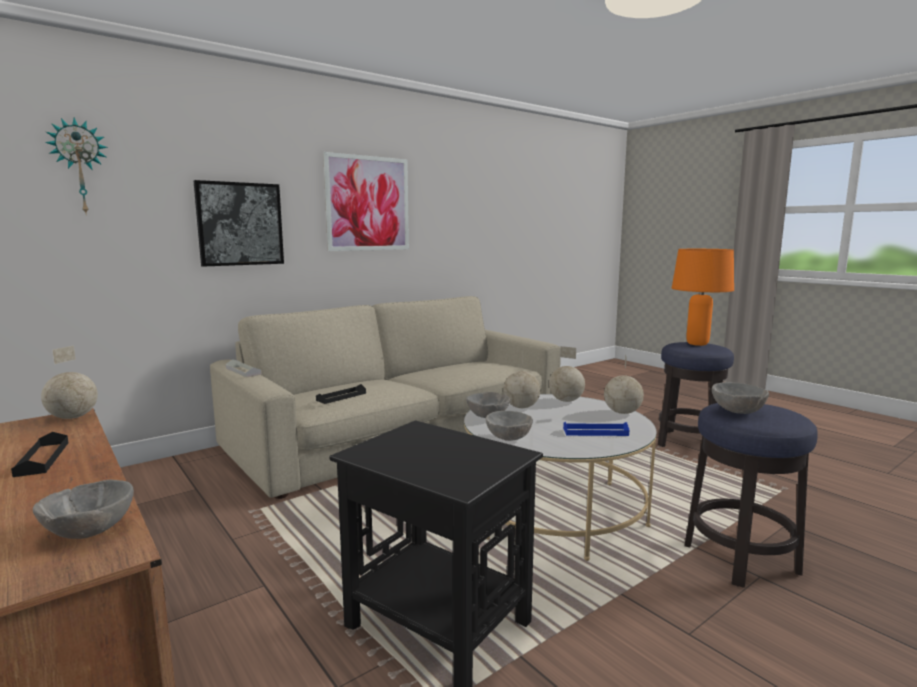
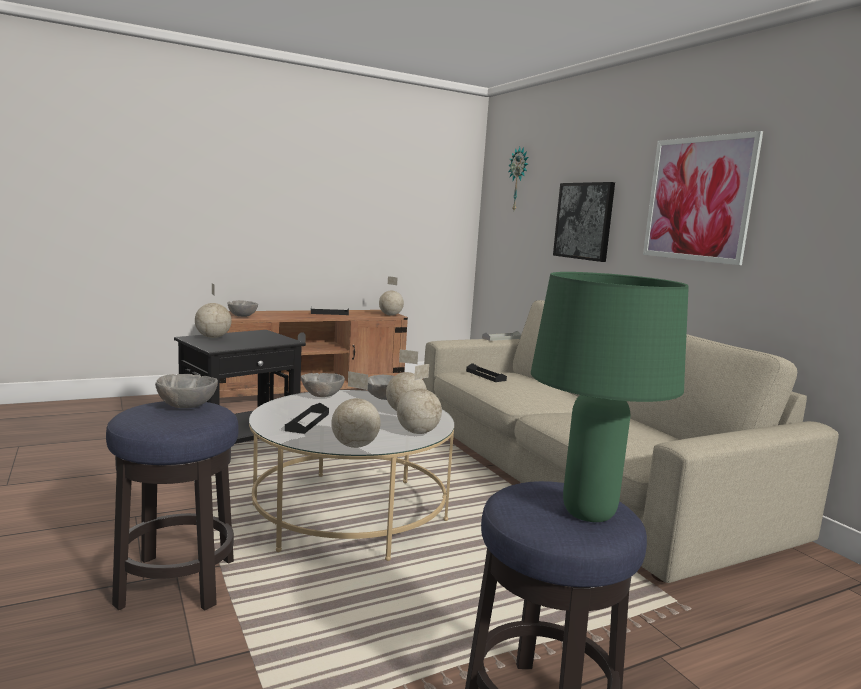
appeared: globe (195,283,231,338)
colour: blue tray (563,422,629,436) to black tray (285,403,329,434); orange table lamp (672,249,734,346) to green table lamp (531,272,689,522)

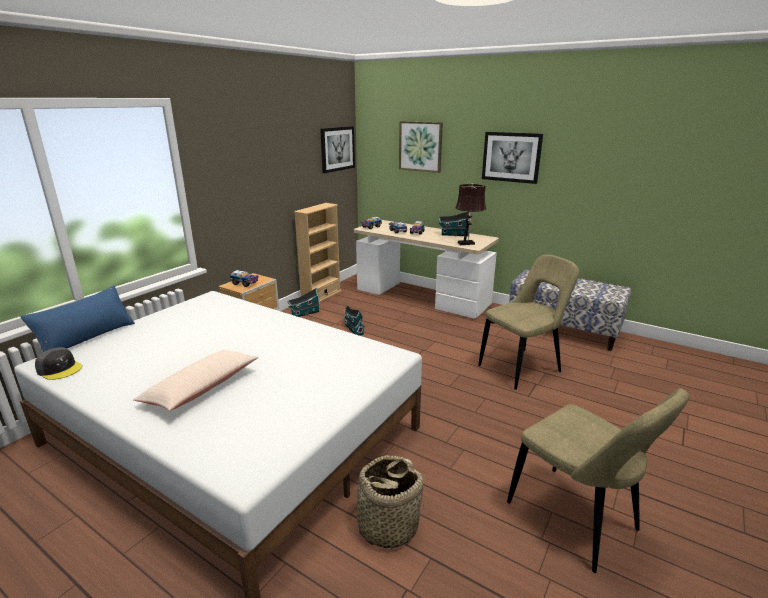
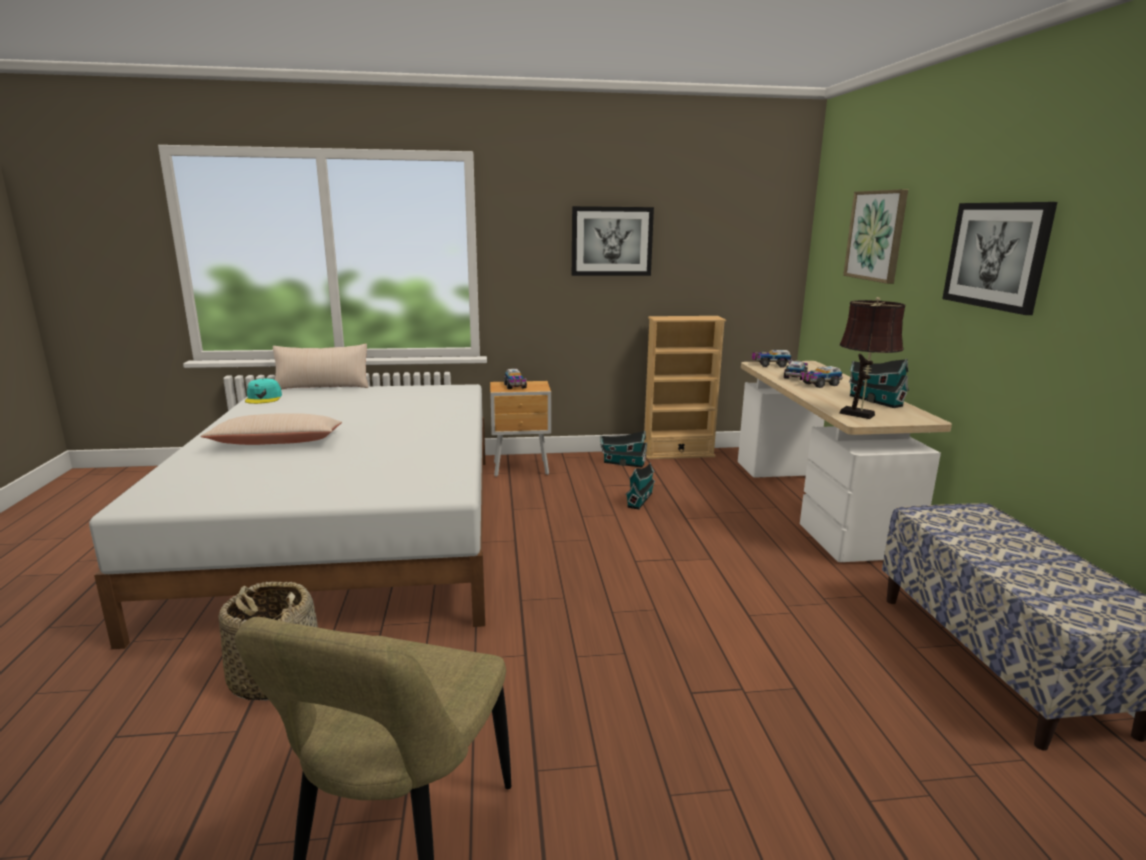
missing: beige chair (478,255,579,390)
relocated: picture (320,126,355,173) to (572,206,654,276)
colour: blue pillow (20,285,135,352) to beige pillow (273,344,369,390); grey cap (35,347,82,380) to turquoise cap (245,379,282,404)

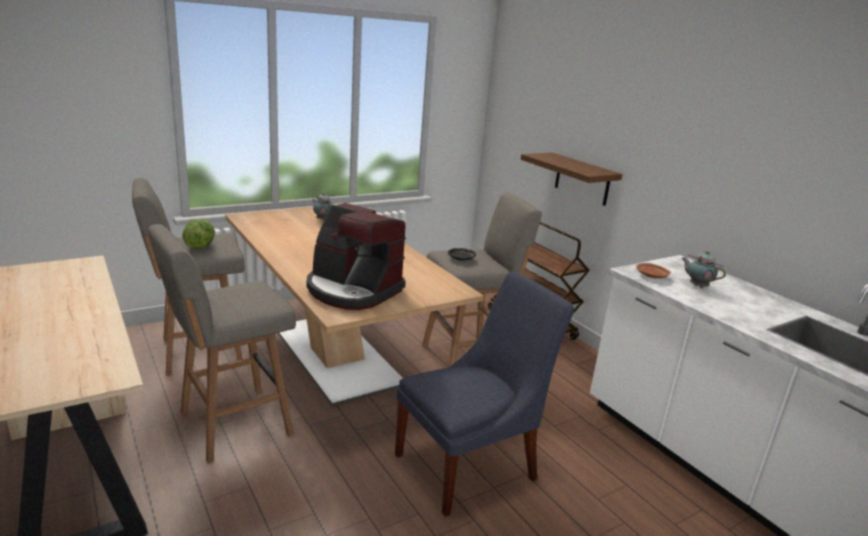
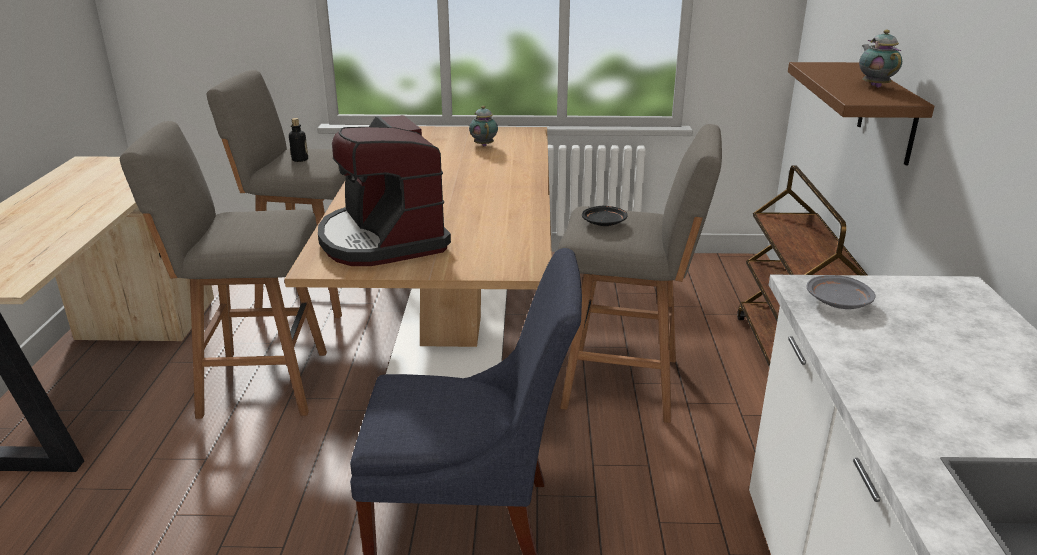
relocated: teapot (682,251,726,288) to (859,30,902,88)
exchanged: lettuce (182,219,215,249) to bottle (289,118,308,162)
colour: brown plate (636,263,671,278) to grey plate (807,275,875,309)

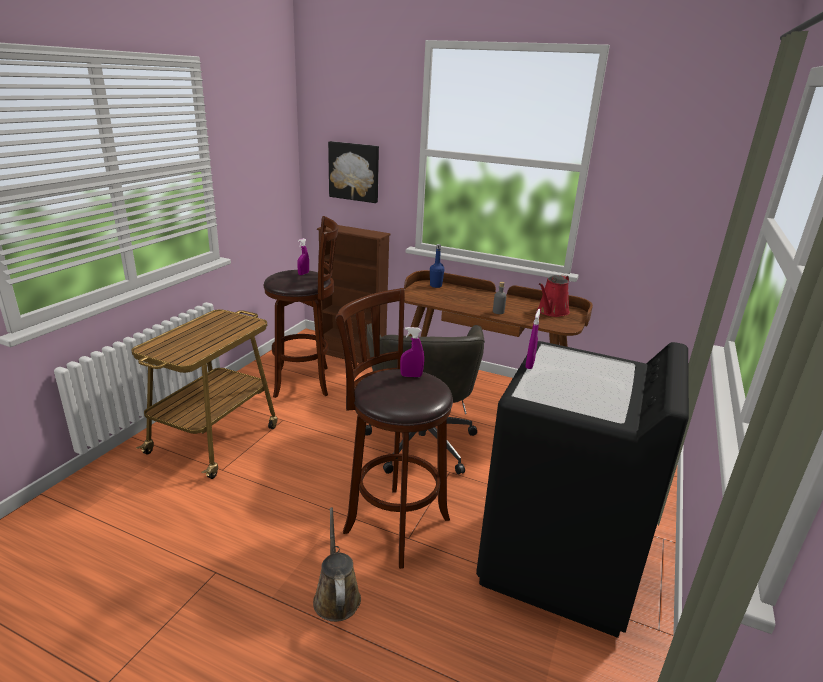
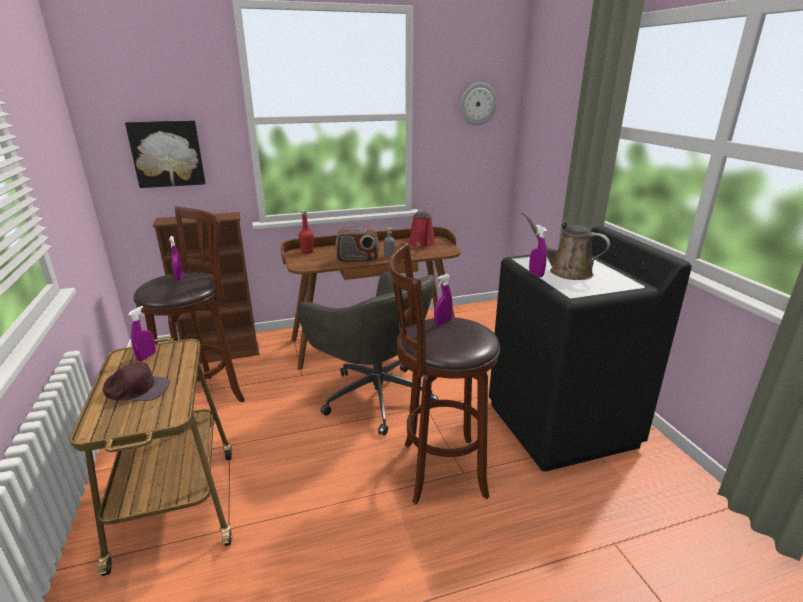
appeared: brown cap (103,362,170,401); purple spray bottle (128,306,156,361); radio (335,225,380,263); wall clock (460,82,497,125)
relocated: brown watering can (313,507,361,622) to (521,212,610,280)
colour: blue bottle (430,244,444,288) to red bottle (298,210,314,254)

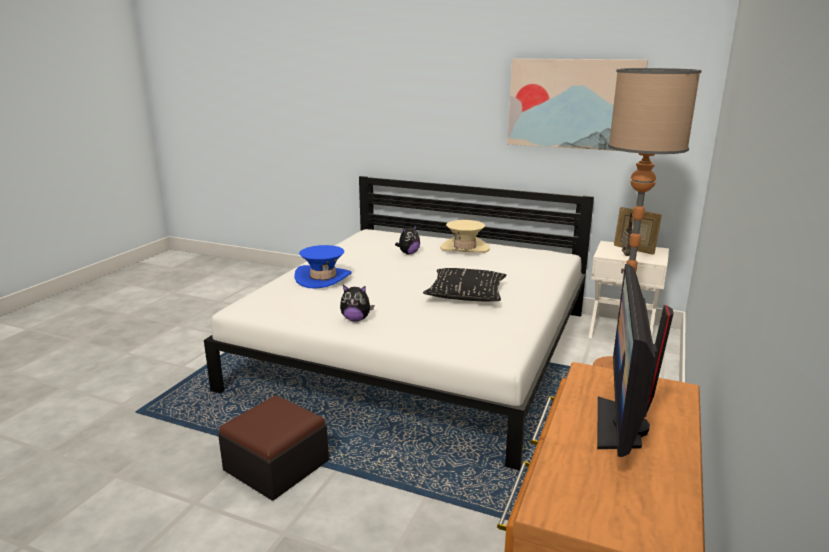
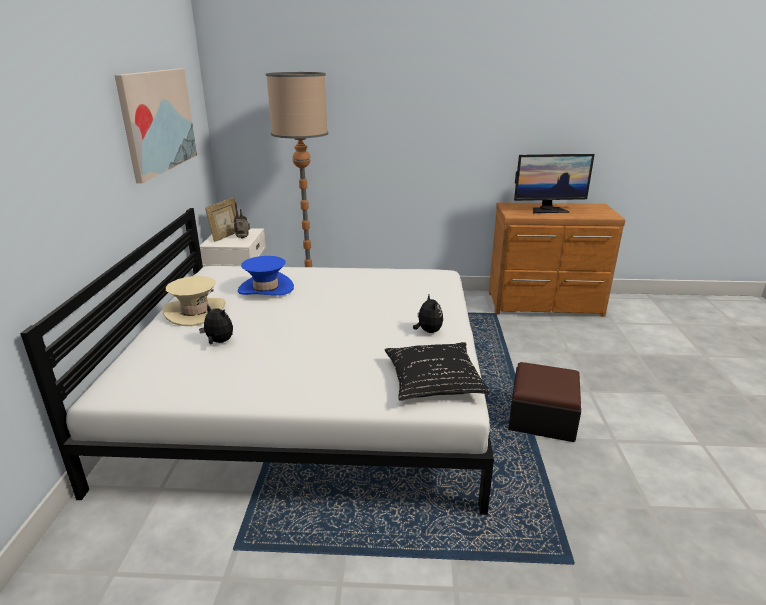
relocated: blue hat (294,245,351,288) to (238,256,294,295); black pillow (423,268,506,302) to (385,342,491,401)

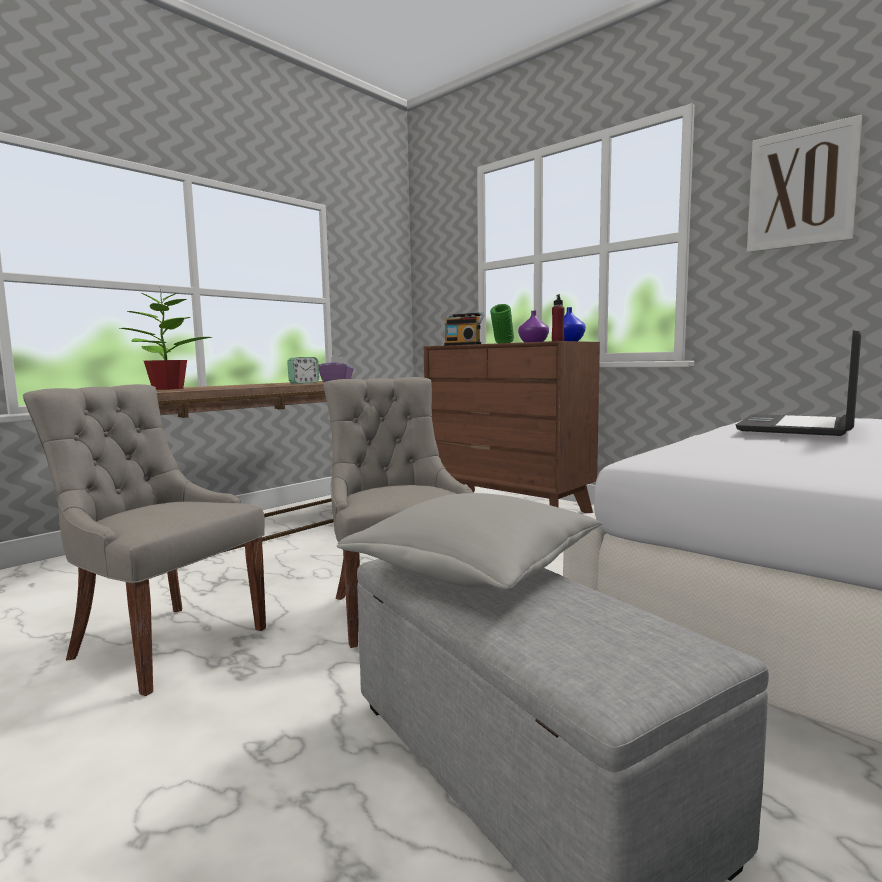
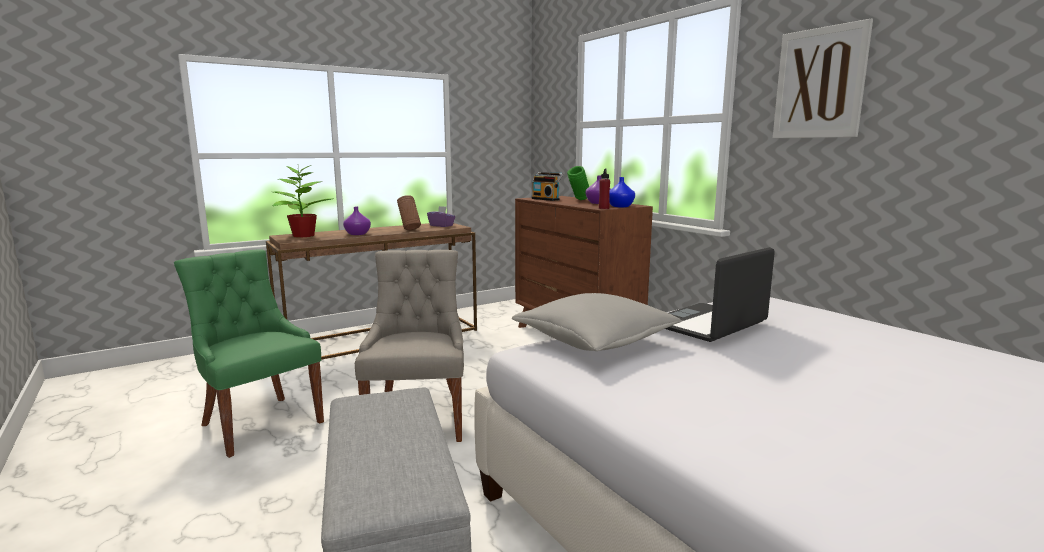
appeared: purple vase (343,206,371,235)
relocated: grey pillow (337,493,603,589) to (512,293,682,351)
exchanged: alarm clock (287,357,319,384) to brown vase (397,195,421,230)
colour: grey chair (23,384,266,696) to green chair (174,250,324,458)

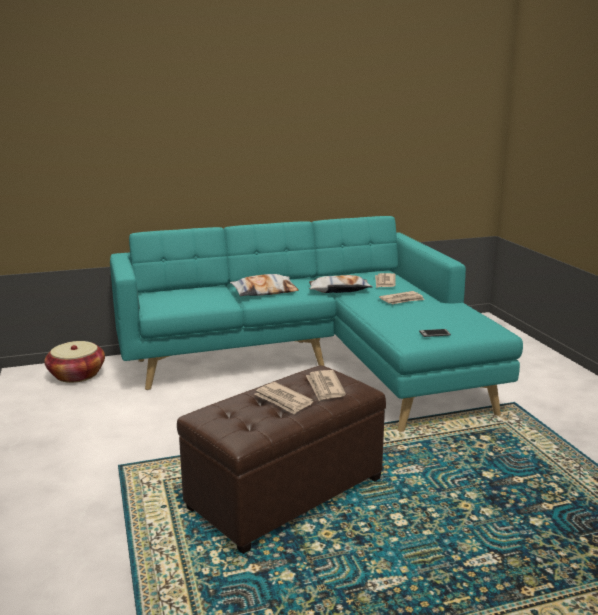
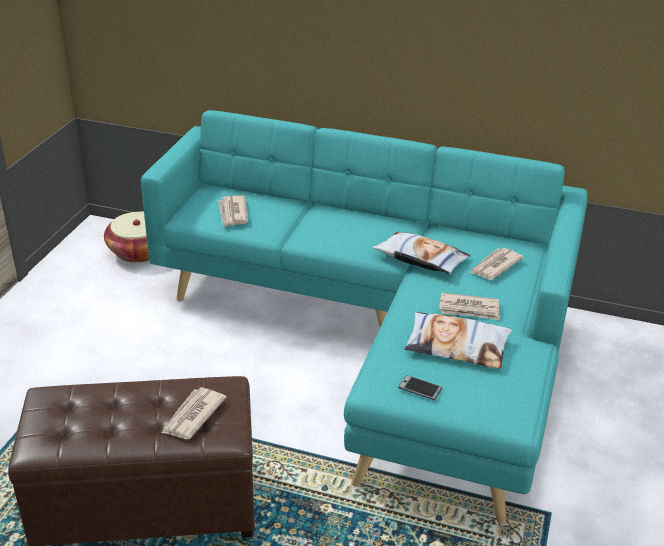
relocated: pillow (230,274,299,296) to (405,312,512,368); newspaper (254,382,314,415) to (218,195,248,228)

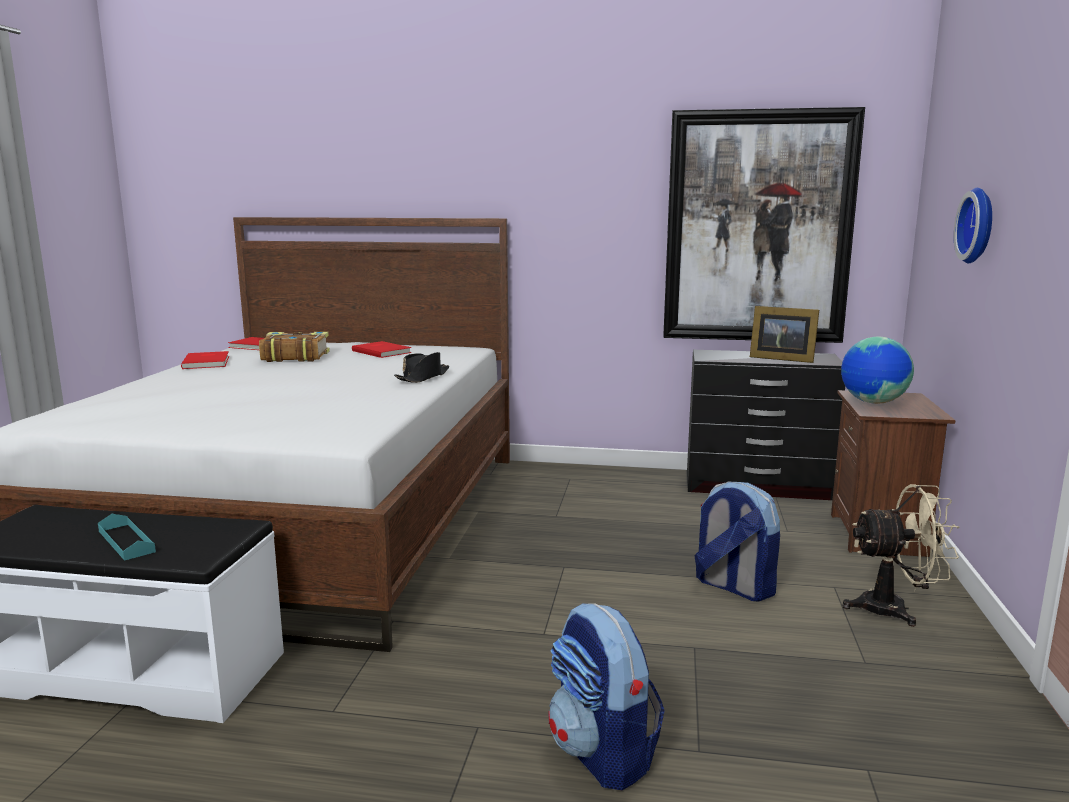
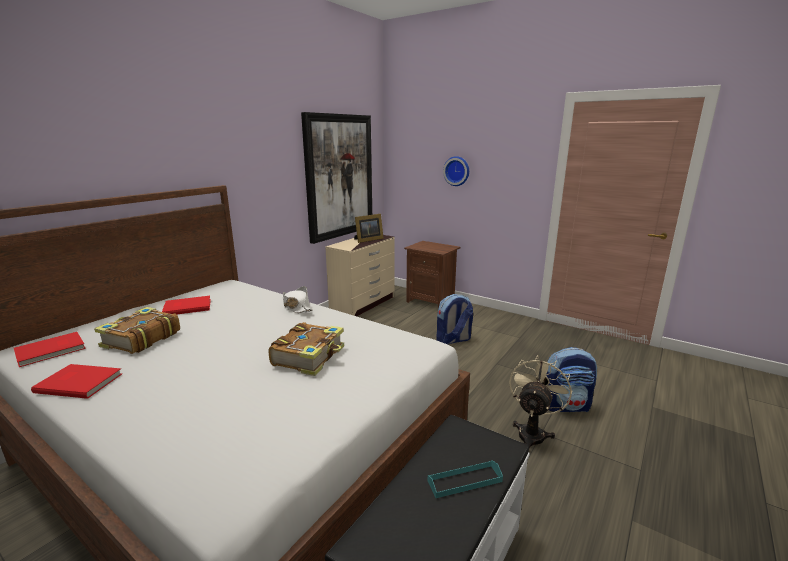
missing: globe (841,337,914,404)
appeared: book (269,322,344,376)
relocated: beige fan (842,484,959,627) to (509,355,572,448)
colour: black hat (394,352,449,383) to white hat (282,286,313,313); black dresser (687,350,845,500) to beige dresser (325,235,395,316)

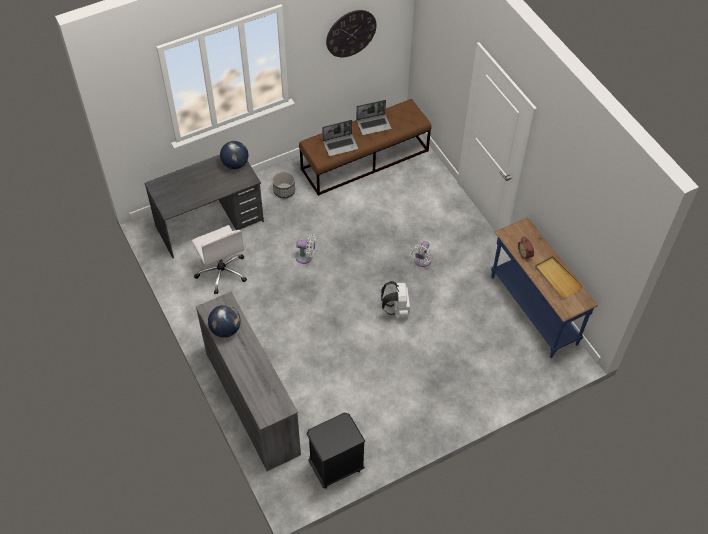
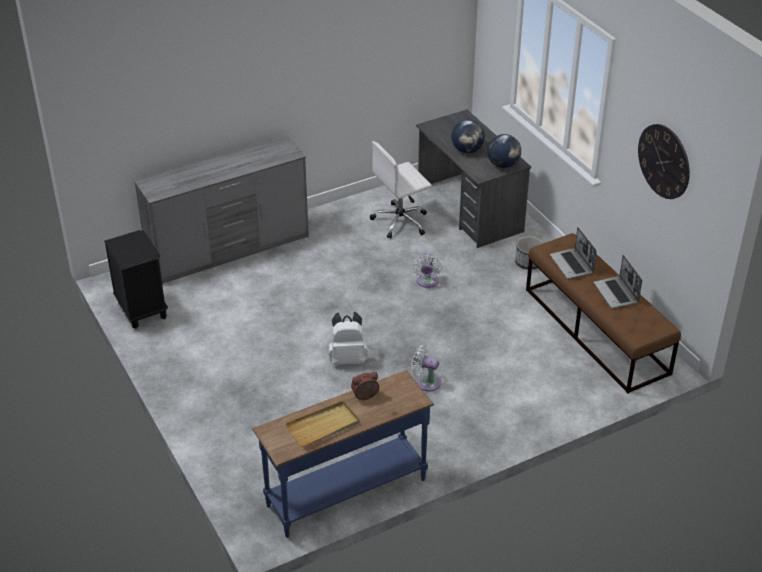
relocated: globe (208,305,241,338) to (451,120,485,153)

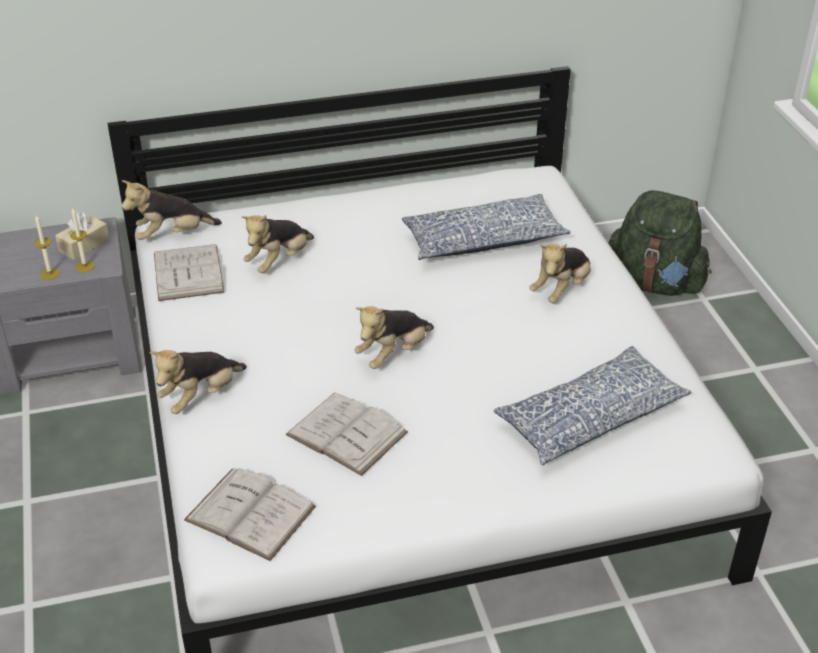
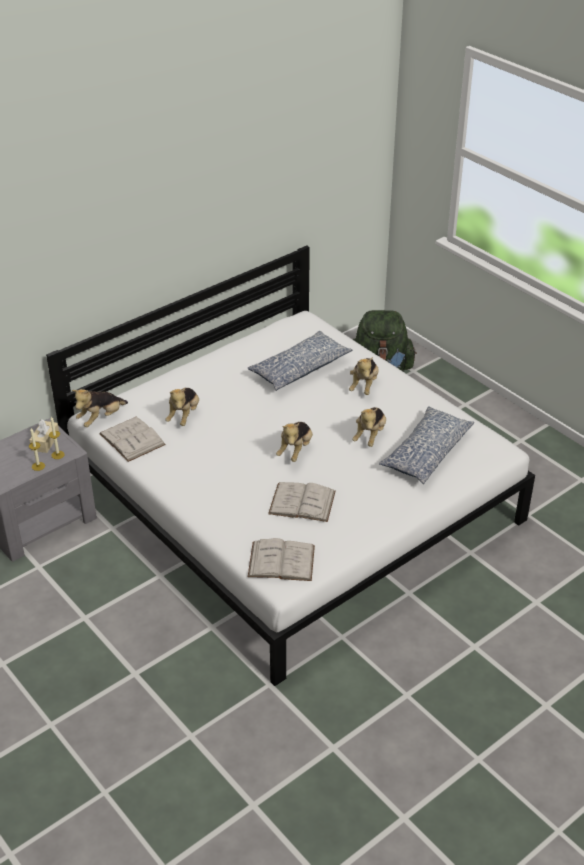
relocated: plush toy (149,350,247,414) to (352,407,386,447)

